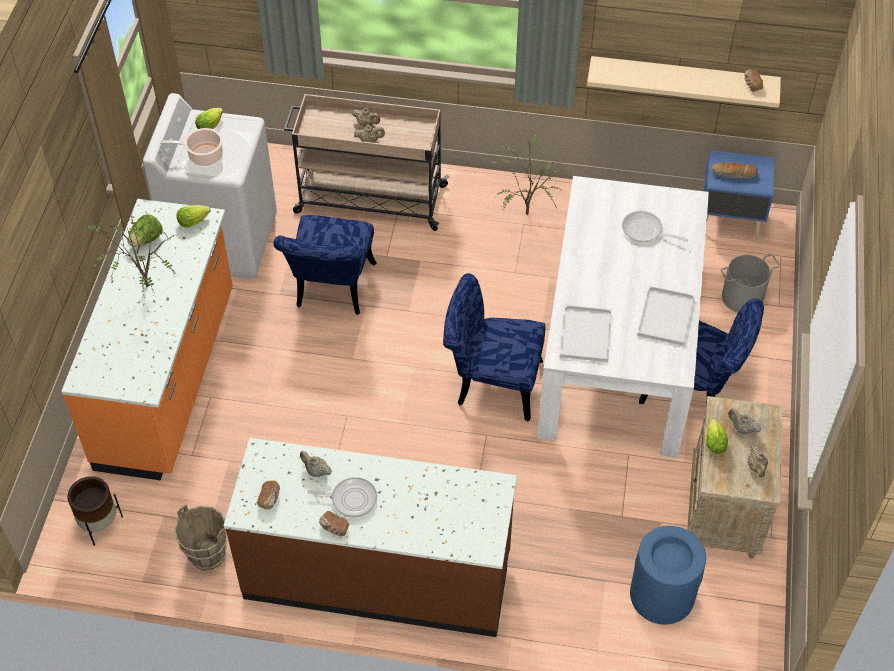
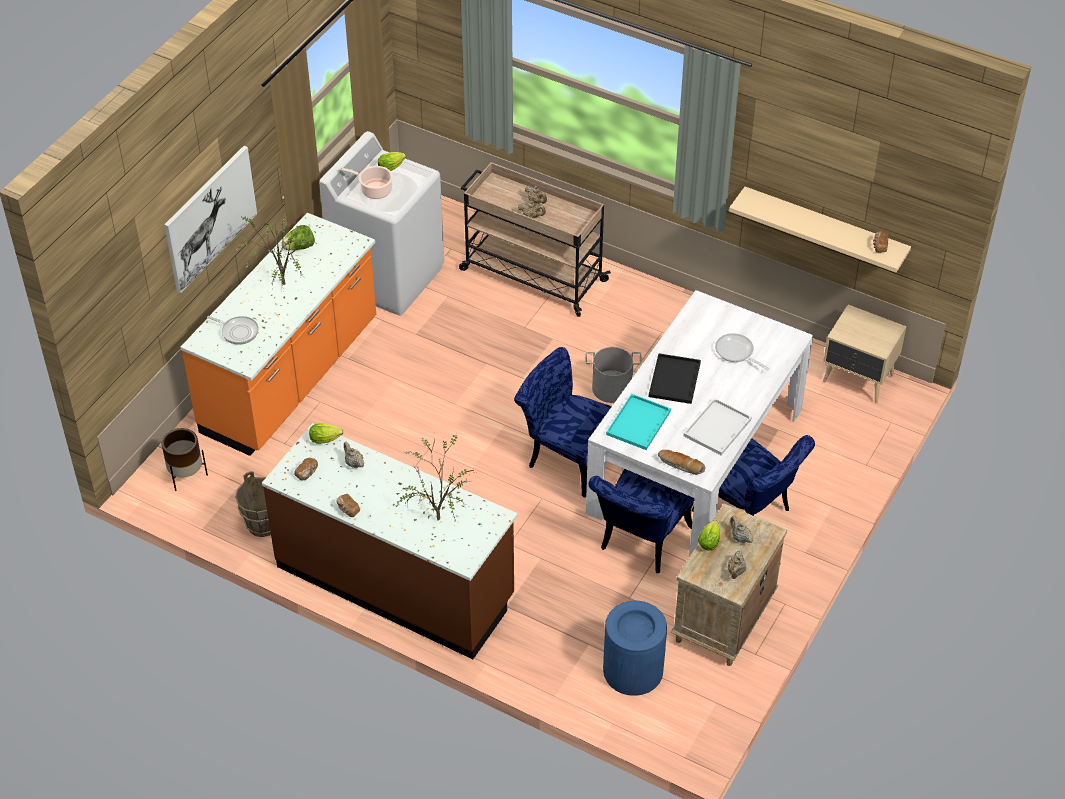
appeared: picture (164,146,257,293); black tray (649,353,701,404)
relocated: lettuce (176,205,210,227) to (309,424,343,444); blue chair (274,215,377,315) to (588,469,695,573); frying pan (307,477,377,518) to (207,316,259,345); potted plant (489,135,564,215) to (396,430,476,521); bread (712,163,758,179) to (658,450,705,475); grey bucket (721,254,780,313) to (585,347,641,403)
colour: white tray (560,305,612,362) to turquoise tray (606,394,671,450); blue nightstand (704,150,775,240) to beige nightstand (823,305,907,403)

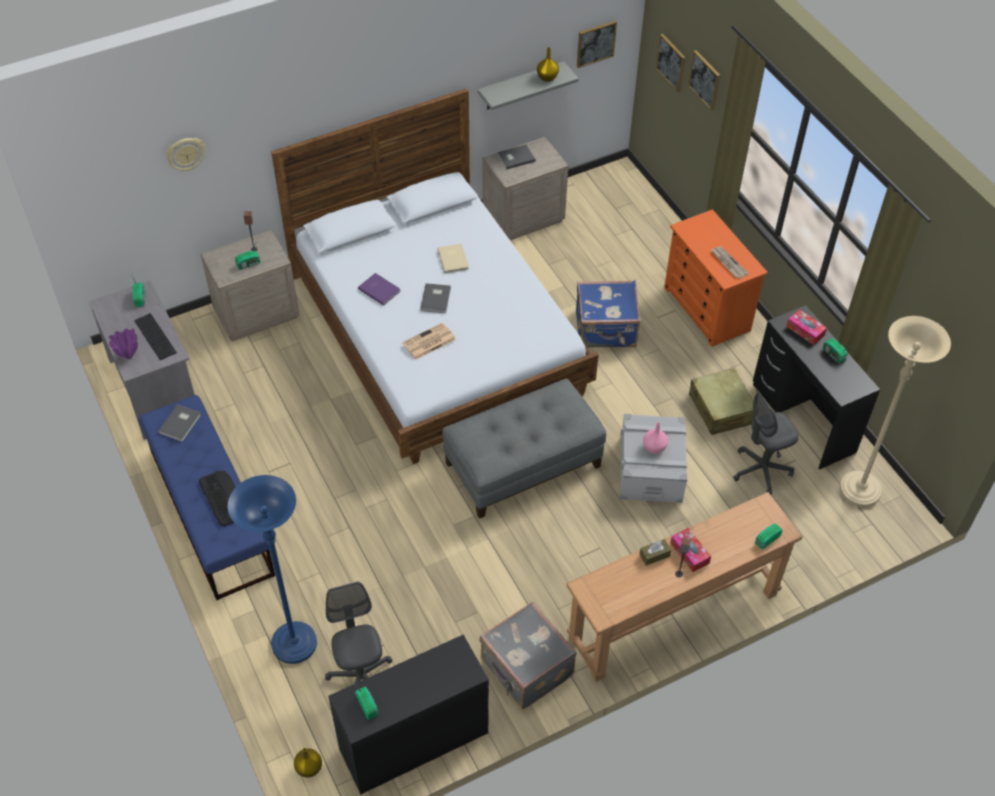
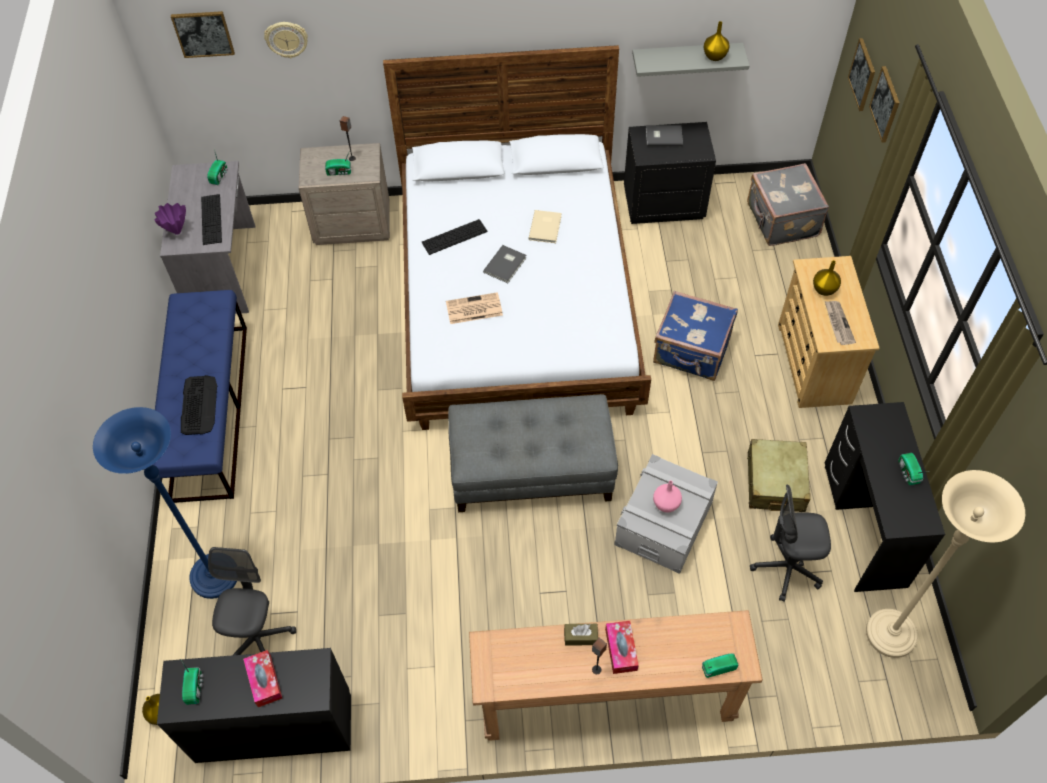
missing: grey book (158,404,201,442)
appeared: yellow vase (813,260,841,296)
relocated: grey suitcase (480,601,576,709) to (747,163,829,246); picture (577,21,617,68) to (171,11,235,58); tissue box (786,309,827,345) to (243,650,282,707)
exchanged: purple book (358,273,401,306) to keyboard (422,219,487,255)
colour: beige nightstand (482,137,568,240) to black nightstand (624,122,716,224); orange dresser (664,209,768,347) to beige dresser (778,256,880,408)

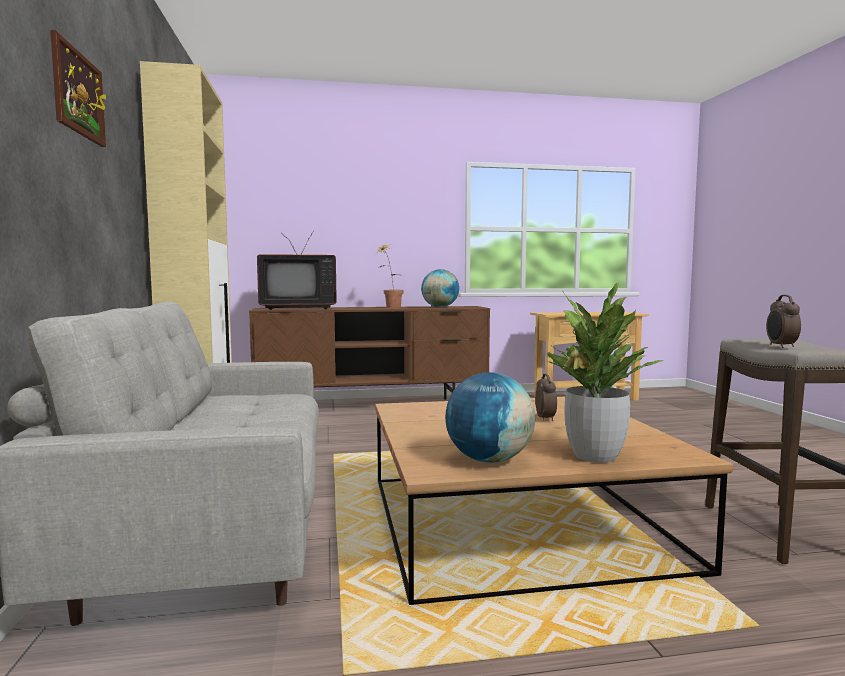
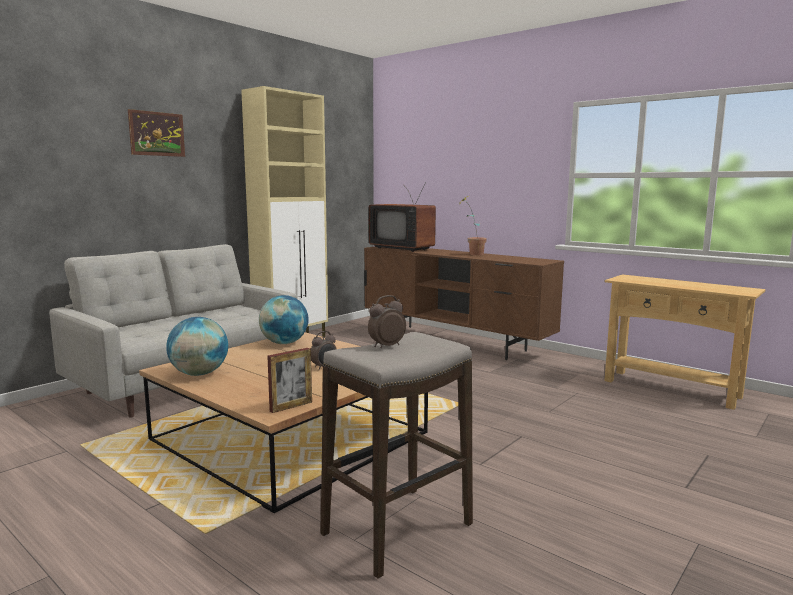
missing: potted plant (547,282,662,463)
appeared: picture frame (267,348,312,413)
relocated: globe (421,269,459,307) to (259,295,309,344)

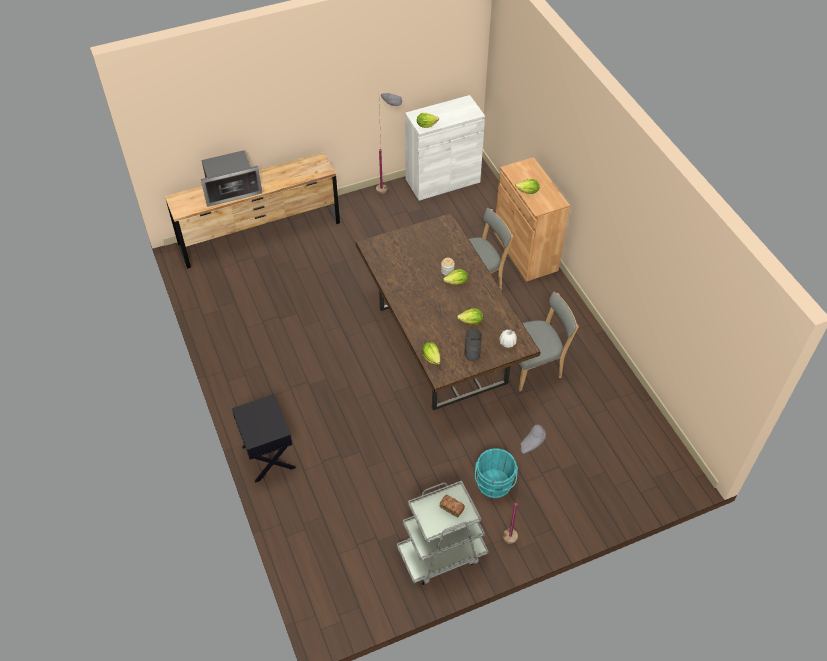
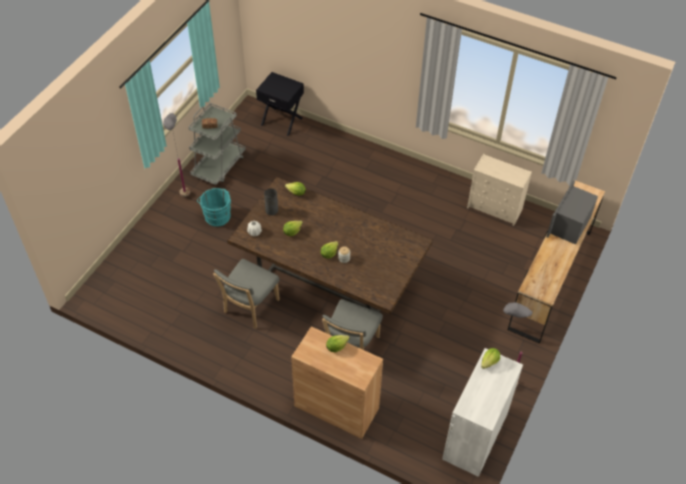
appeared: beige dresser (467,154,532,226)
relocated: black nightstand (232,394,296,483) to (256,72,304,136)

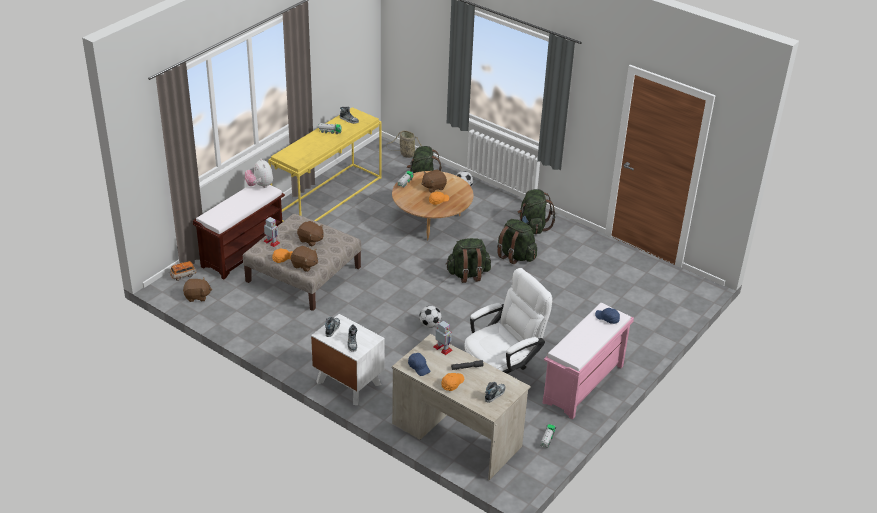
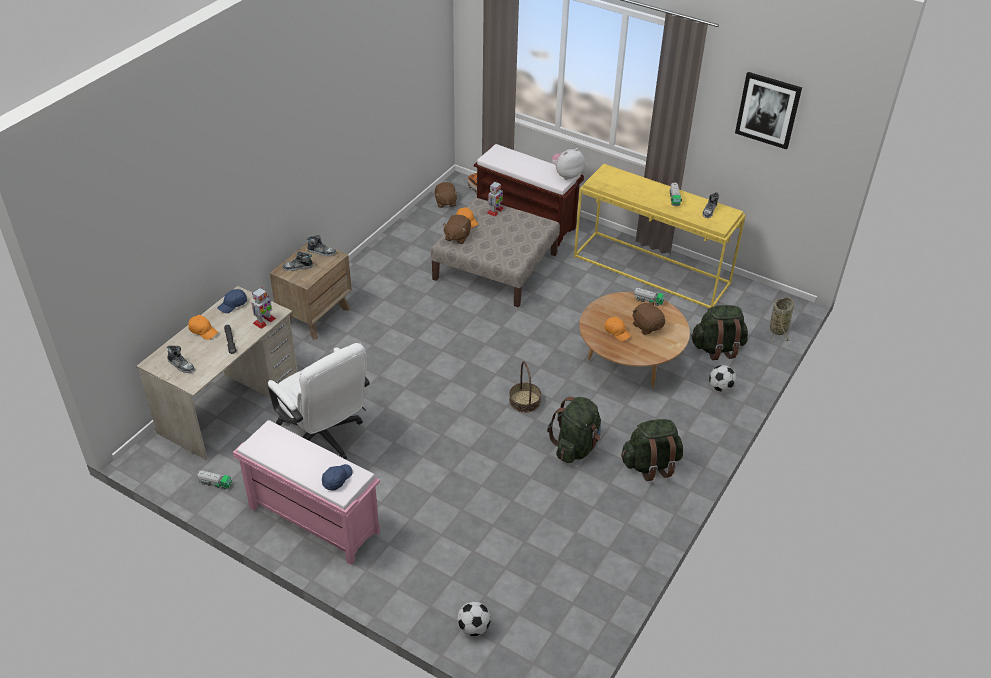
missing: brown plush toy (297,221,324,246)
appeared: picture (735,72,802,150)
relocated: football (419,306,441,328) to (457,602,491,636)
exchanged: green backpack (446,238,491,283) to basket (509,361,541,413)
colour: white nightstand (311,314,385,405) to brown nightstand (270,242,352,340)

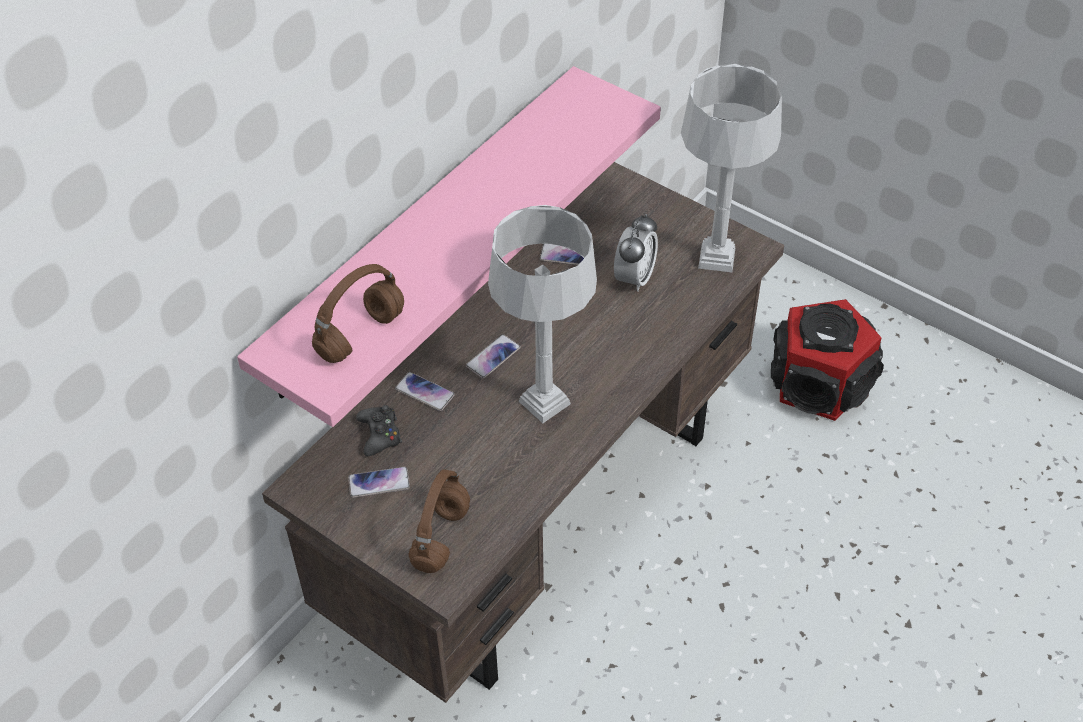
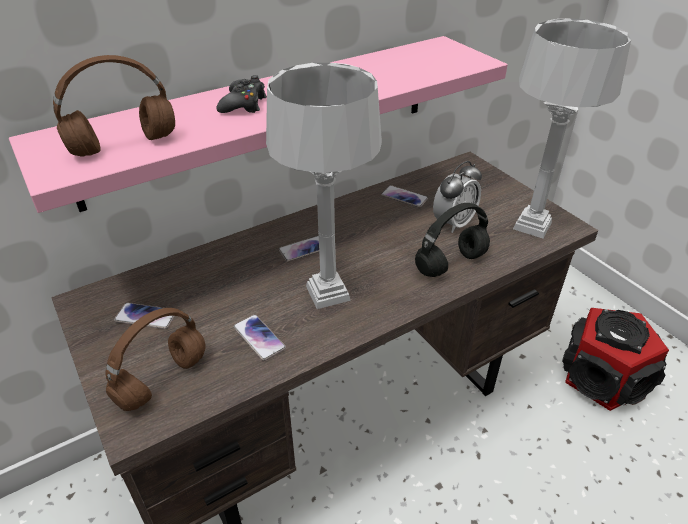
appeared: black headphones (415,203,490,277)
relocated: black game controller (356,405,402,456) to (217,75,267,113); phone (395,372,455,411) to (233,314,286,361)

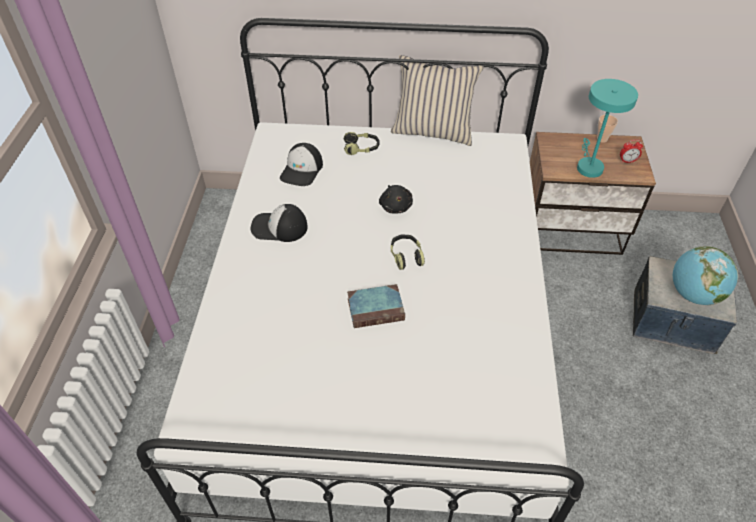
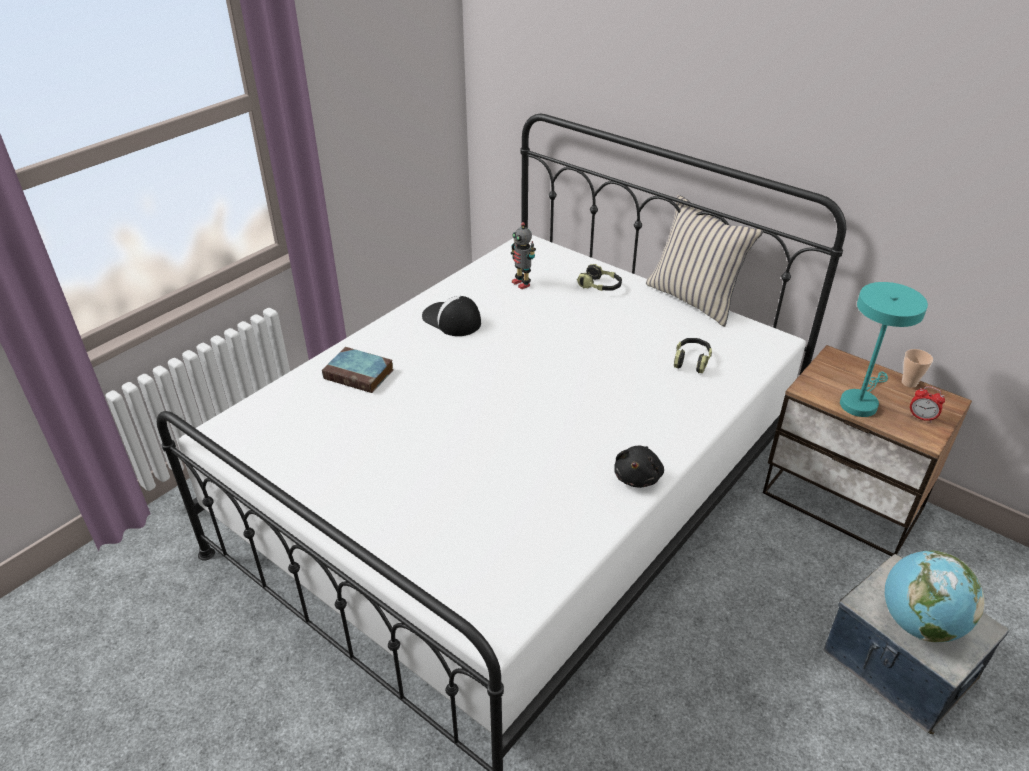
relocated: book (347,284,405,328) to (322,347,394,393); black plush toy (379,185,413,214) to (614,446,664,488); headphones (391,234,425,270) to (674,338,712,373)
exchanged: cap (280,143,323,186) to toy robot (511,222,536,289)

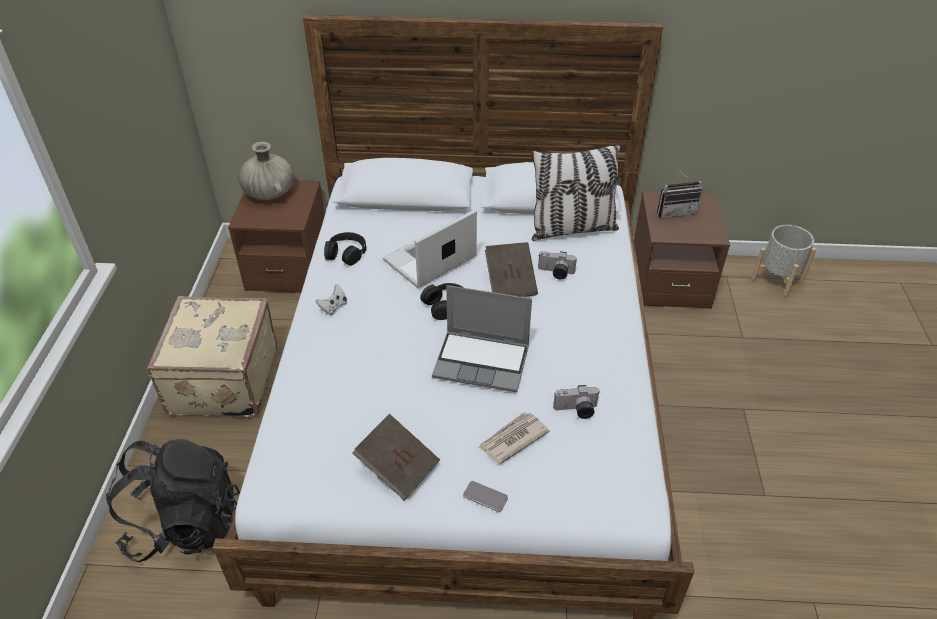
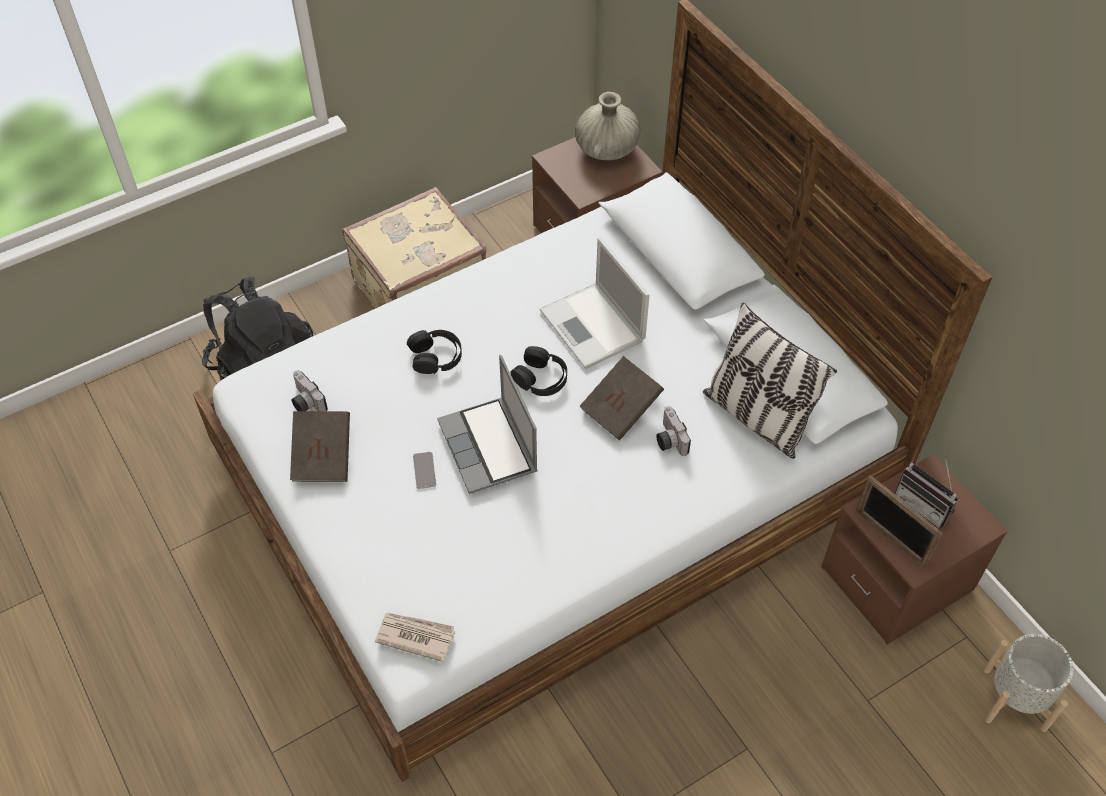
missing: white game controller (316,284,347,315)
appeared: picture frame (856,475,943,568)
relocated: black headphones (324,232,366,266) to (407,330,462,374); phone (463,481,508,512) to (413,452,436,489); newspaper (479,412,550,464) to (375,612,455,662); photo camera (553,385,600,419) to (291,370,328,411)
spun: laptop (383,209,477,288) = (540,237,650,369) 135 degrees counterclockwise

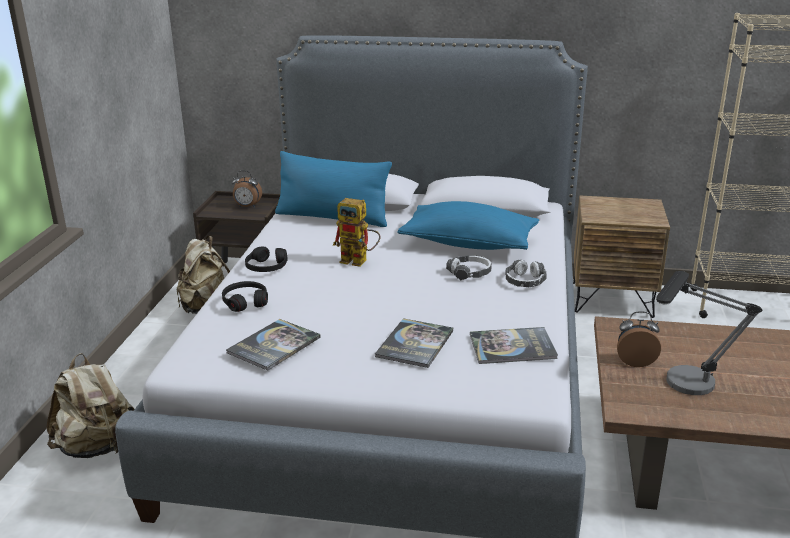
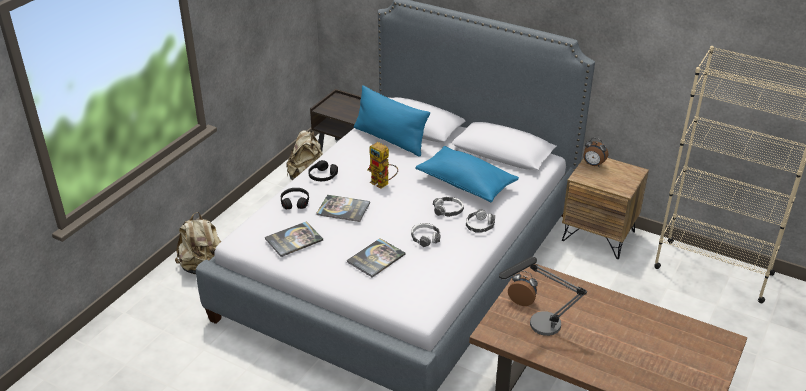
appeared: headphones (411,223,440,247)
relocated: alarm clock (232,170,262,208) to (583,138,608,166); book (470,327,558,364) to (316,195,370,222)

